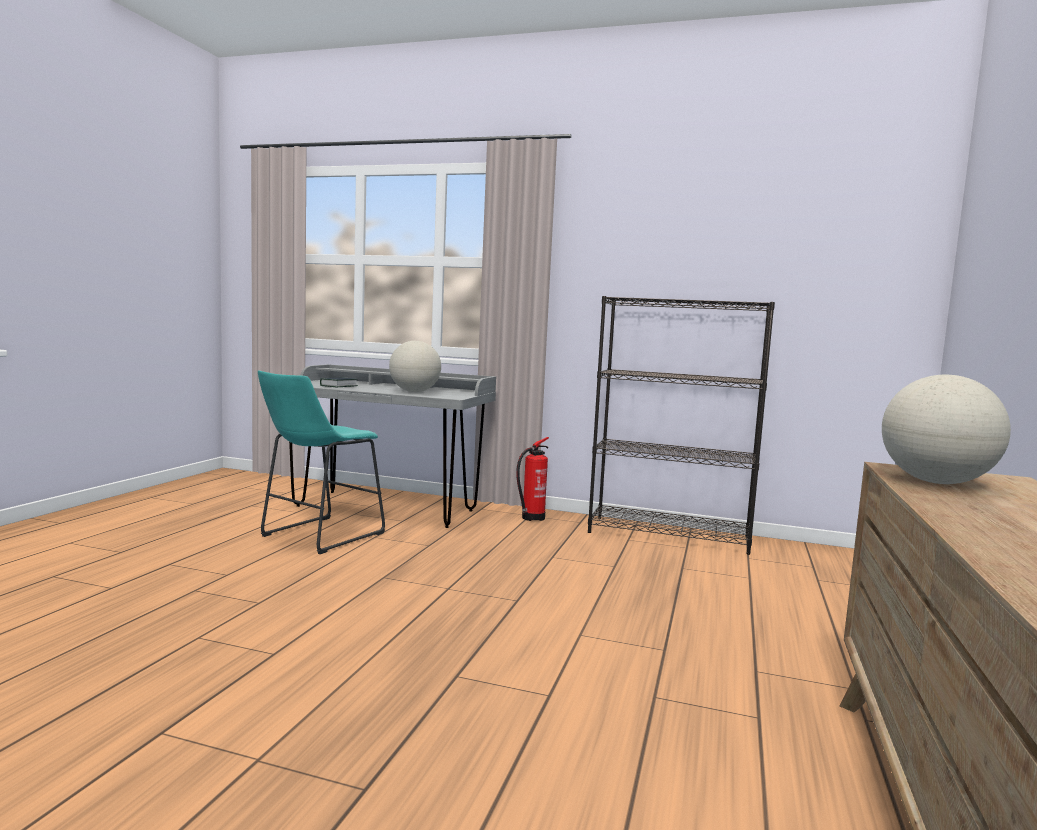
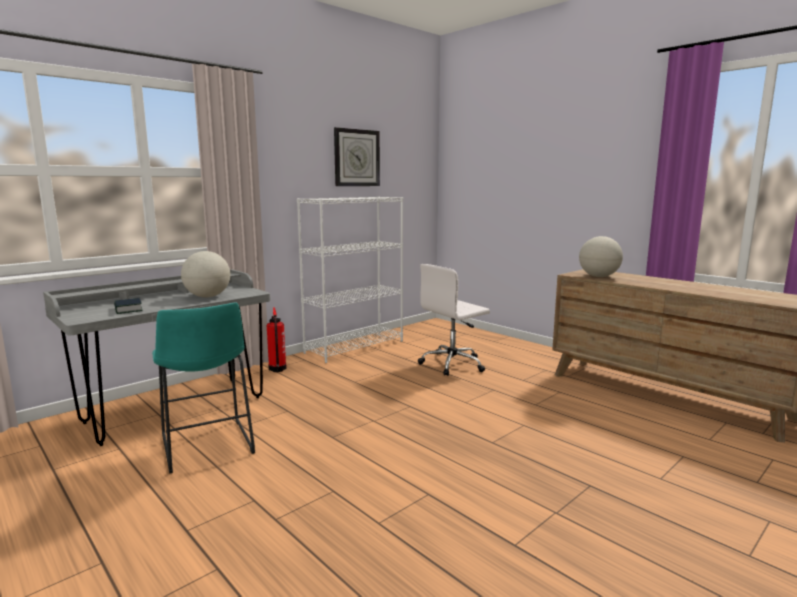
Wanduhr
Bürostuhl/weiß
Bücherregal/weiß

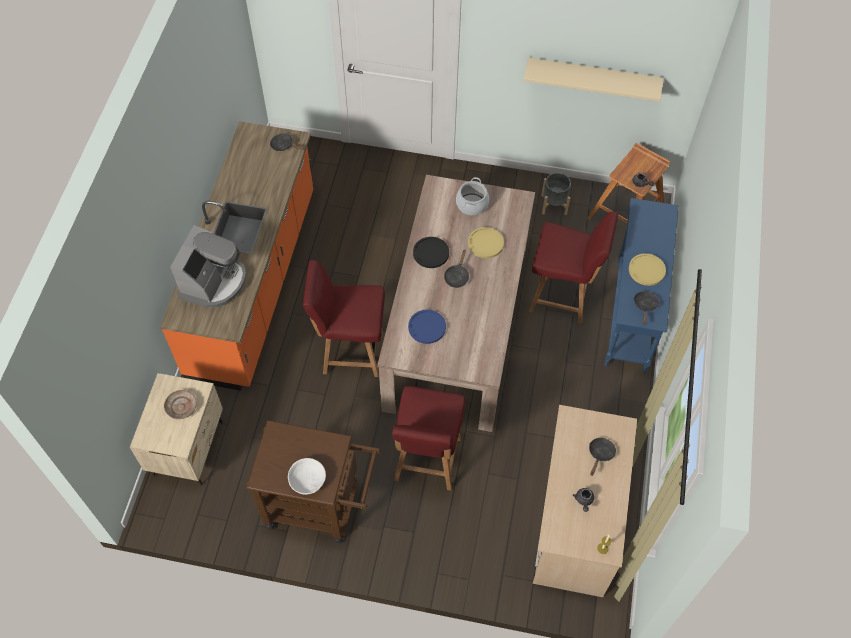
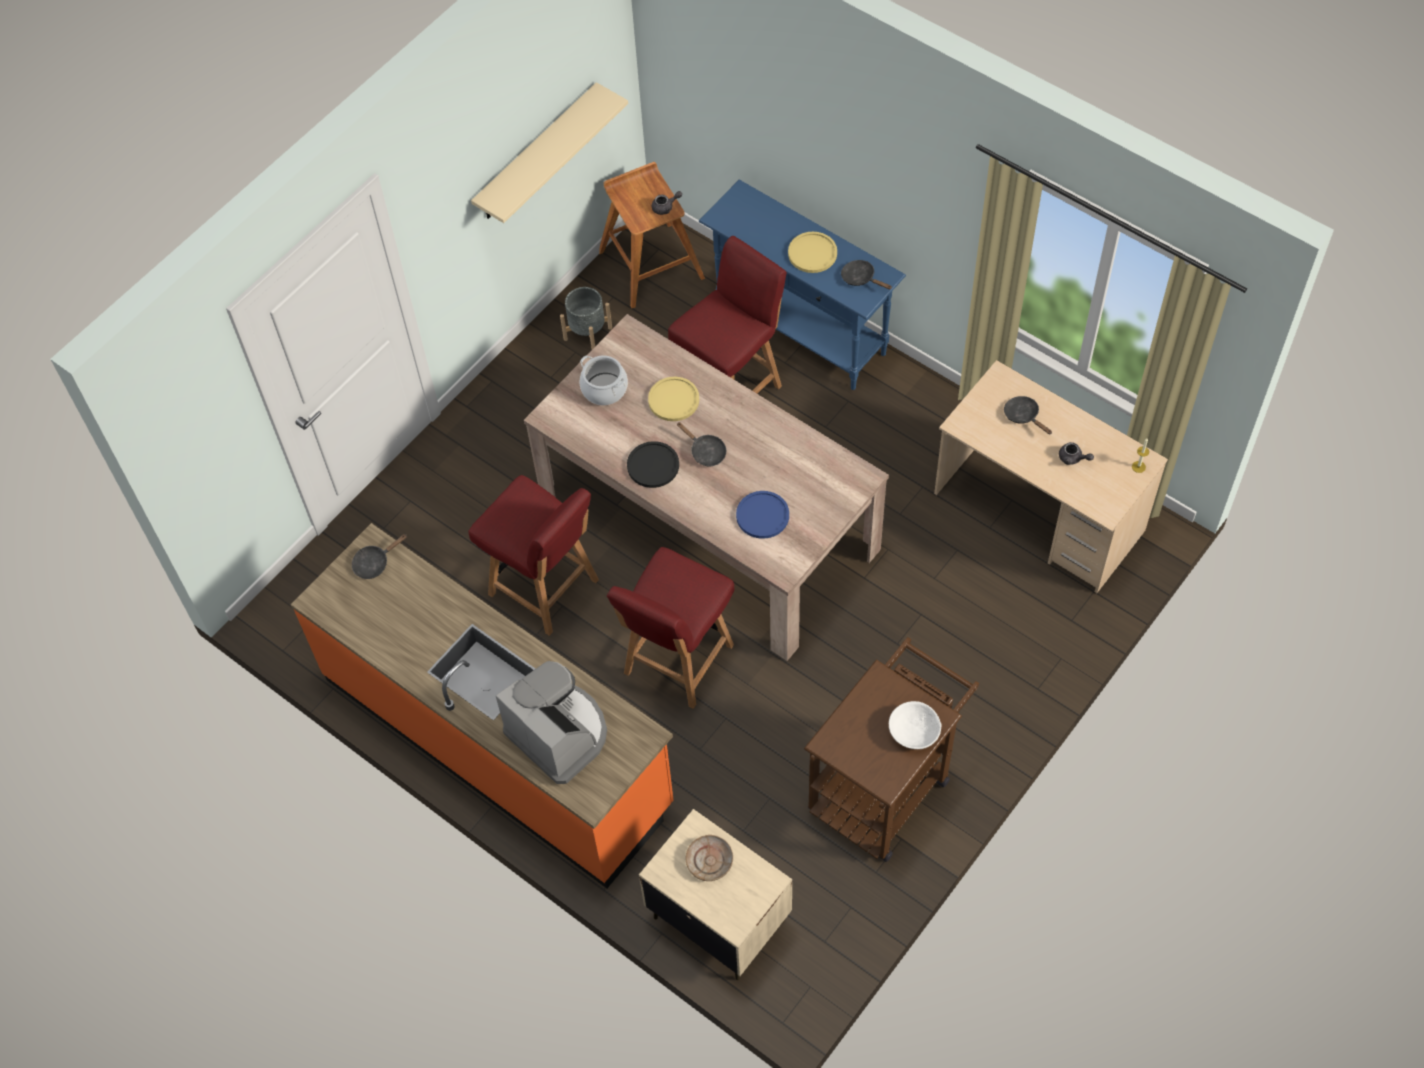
Stuhl/rot (no. 1 from left)

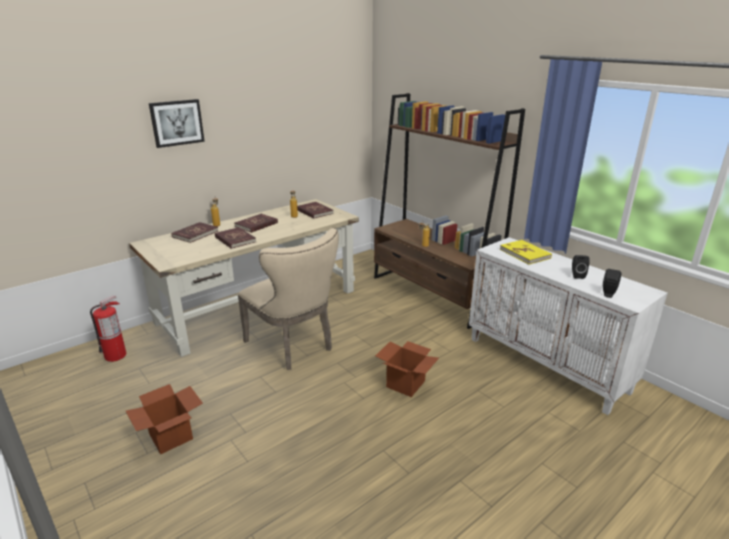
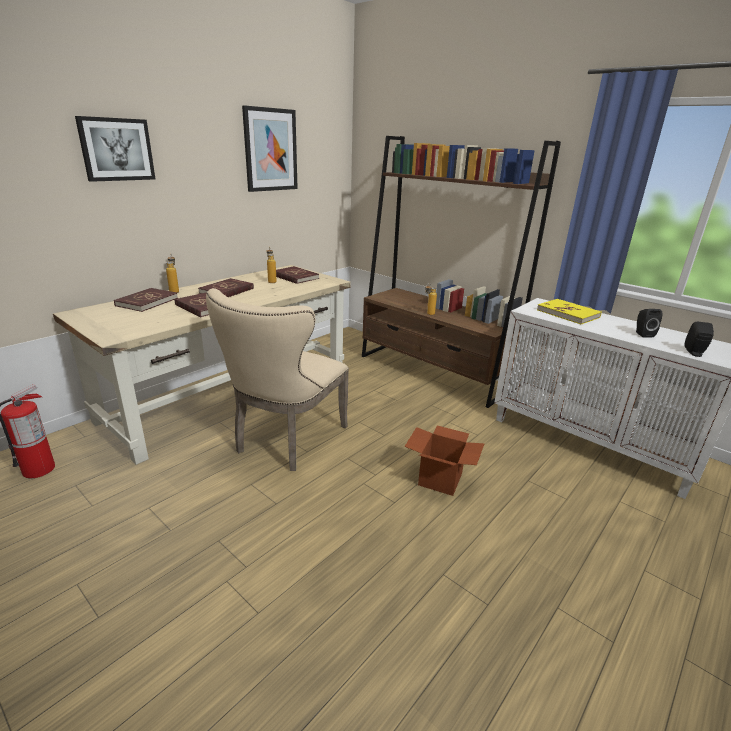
Karton (no. 1 from left in the first image)
Bild (no. 2 from left)
Stuhl/beige

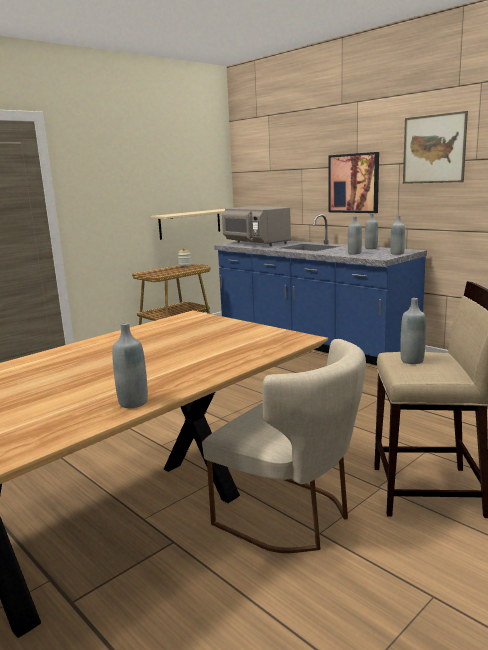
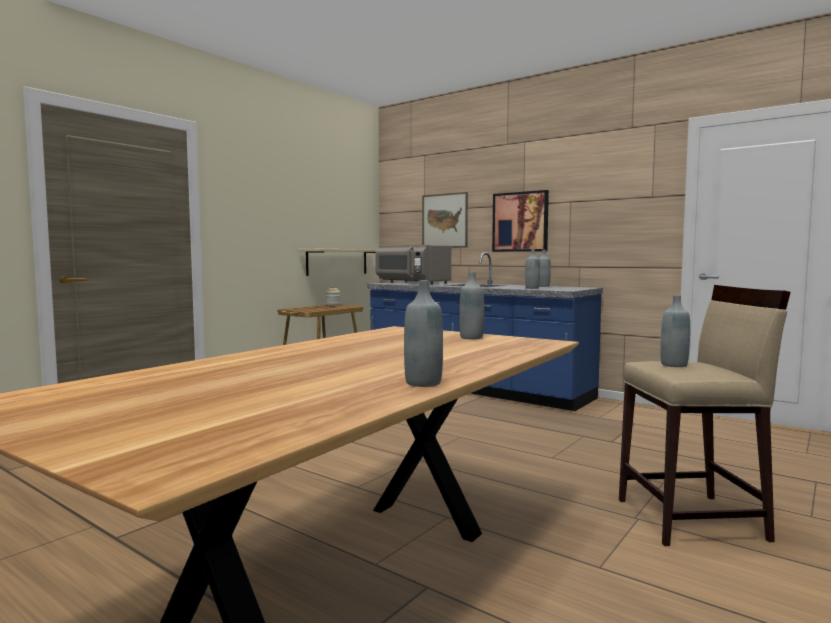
Stuhl/beige
Flasche/grau (no. 2 from left)
Bild (no. 1 from left)

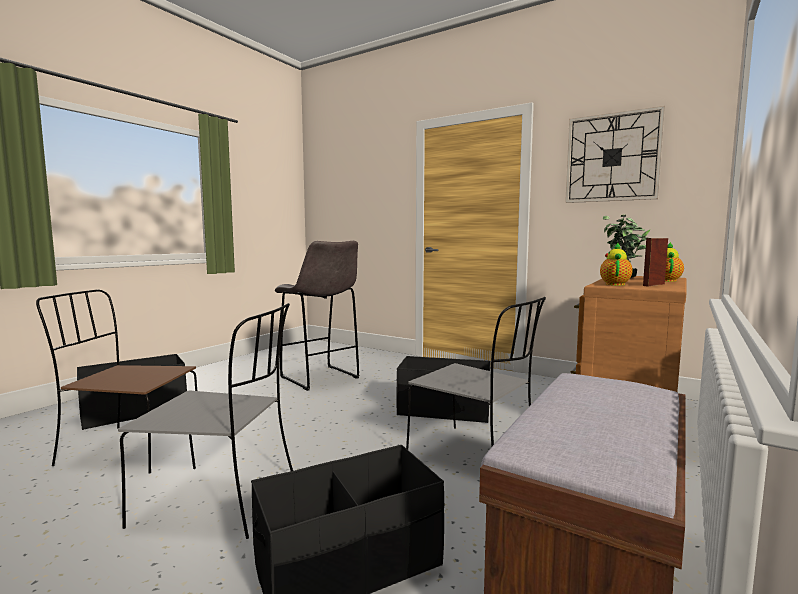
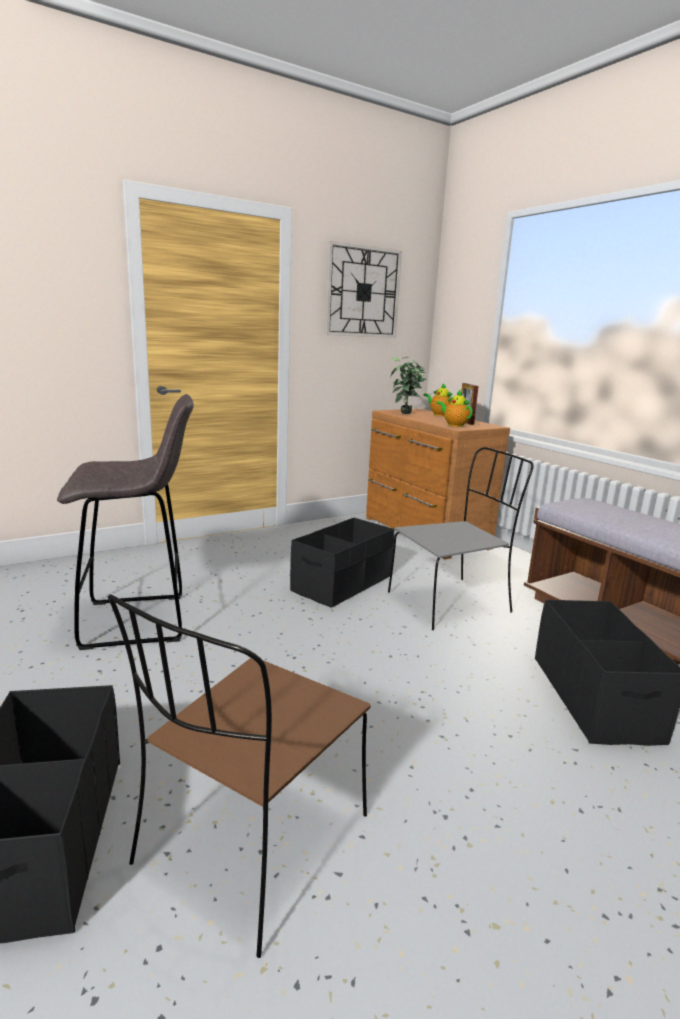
Stuhl/grau (no. 1 from left in the first image)

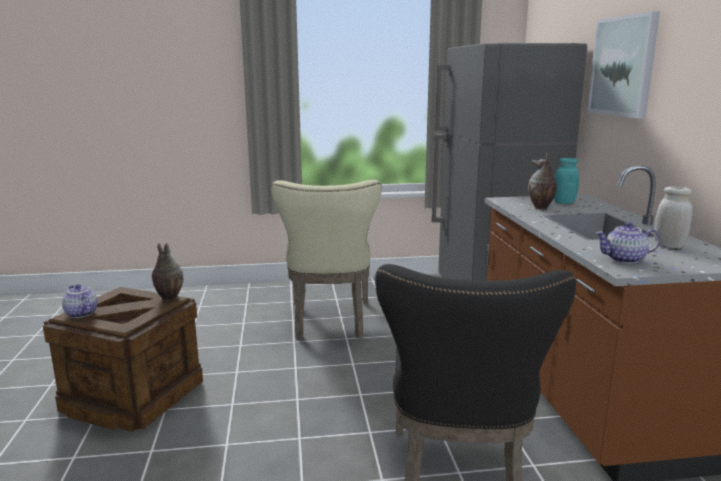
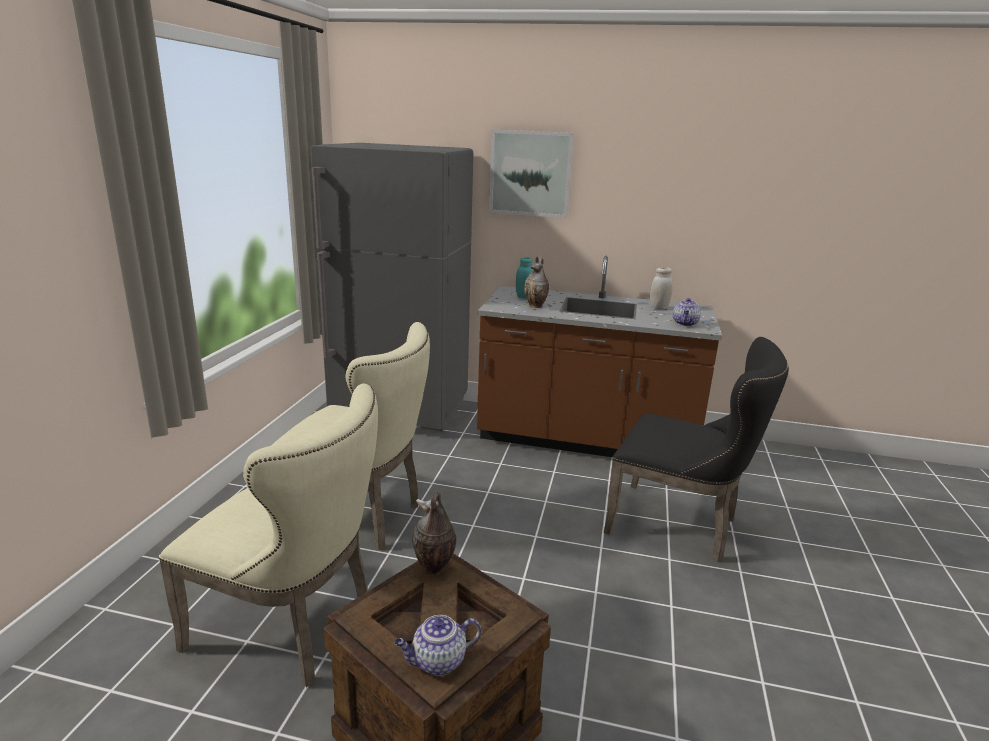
Stuhl/beige (no. 1 from left)

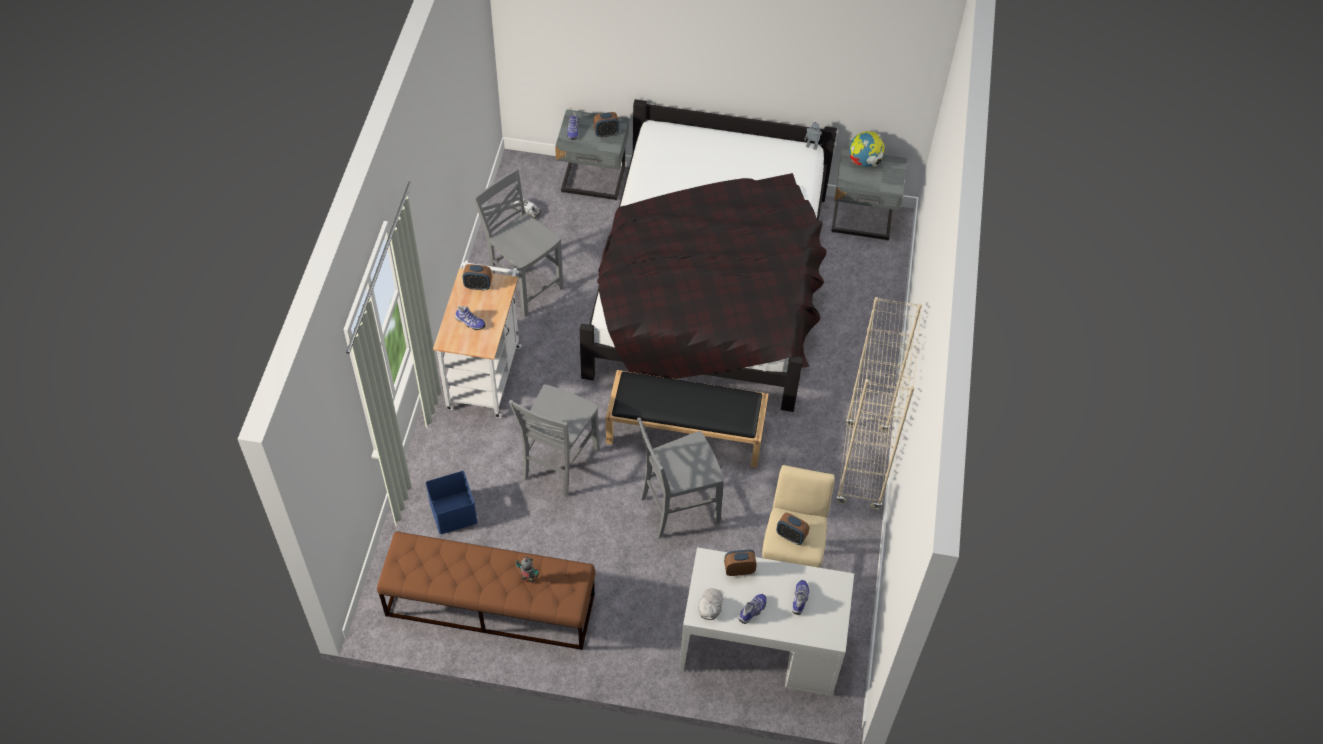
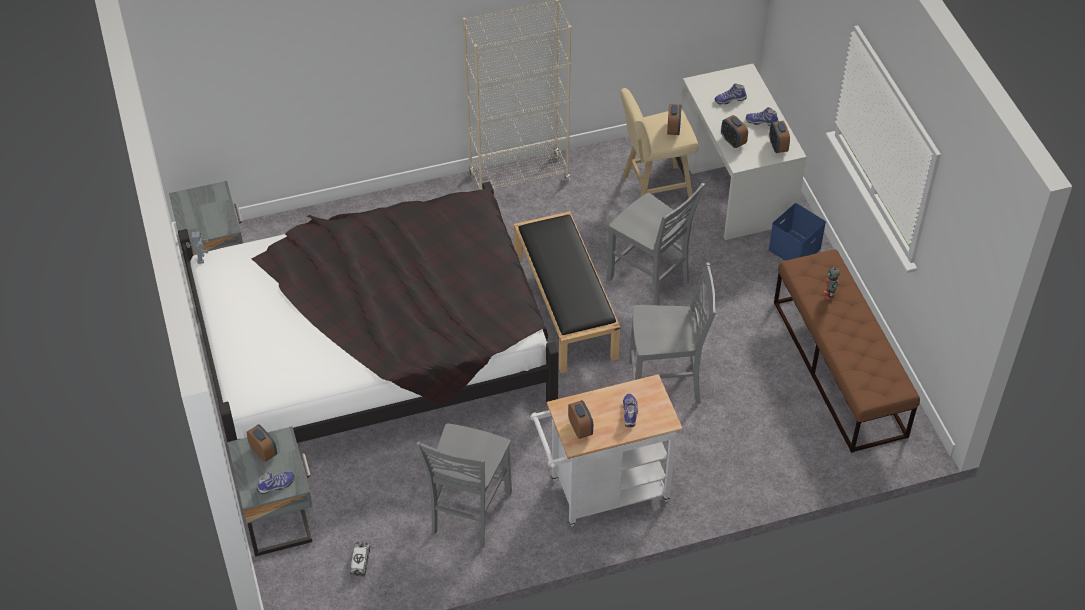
Globus
Aufbewahrungsbox/blau
Wecker (no. 5 from left)

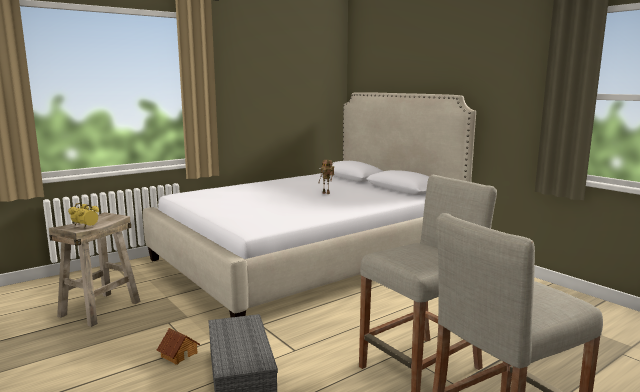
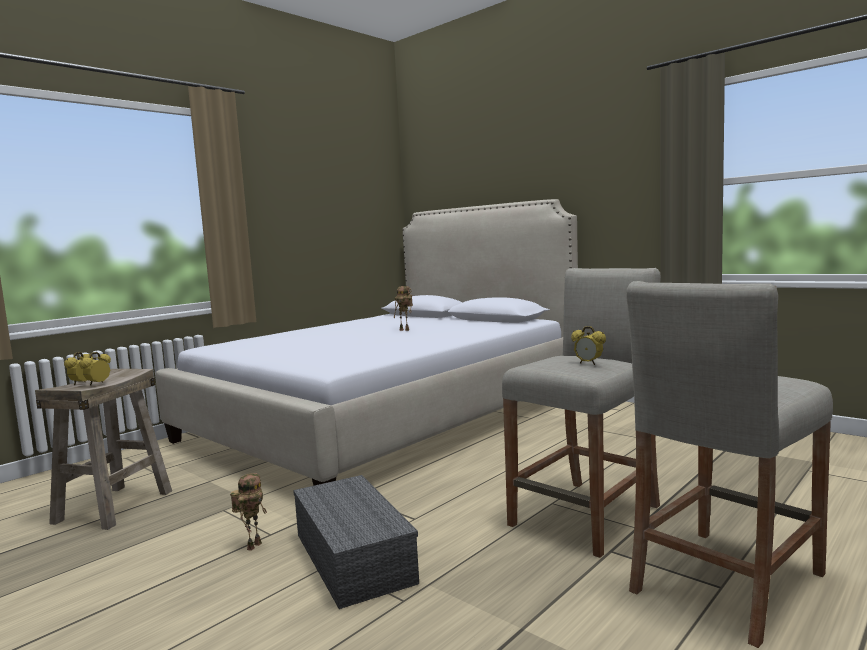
Wecker (no. 3 from left)
Spielzeugroboter (no. 1 from left)

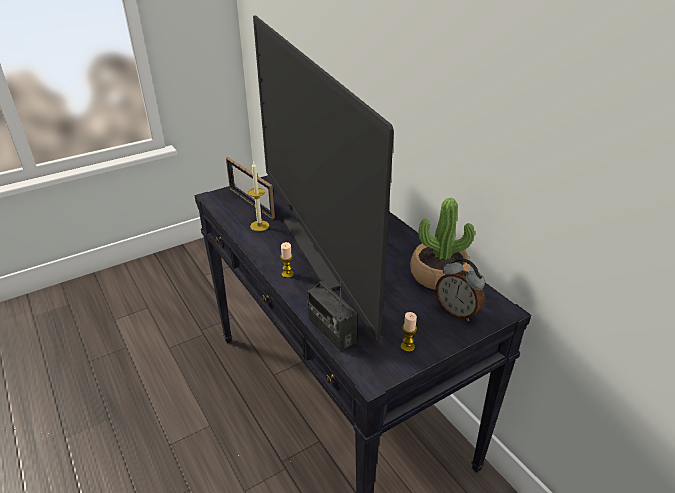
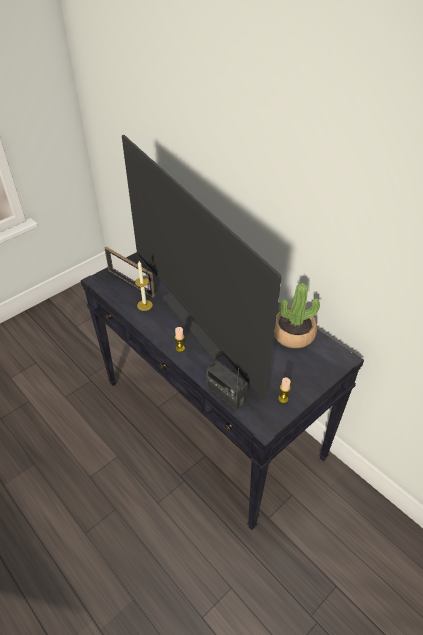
Wecker

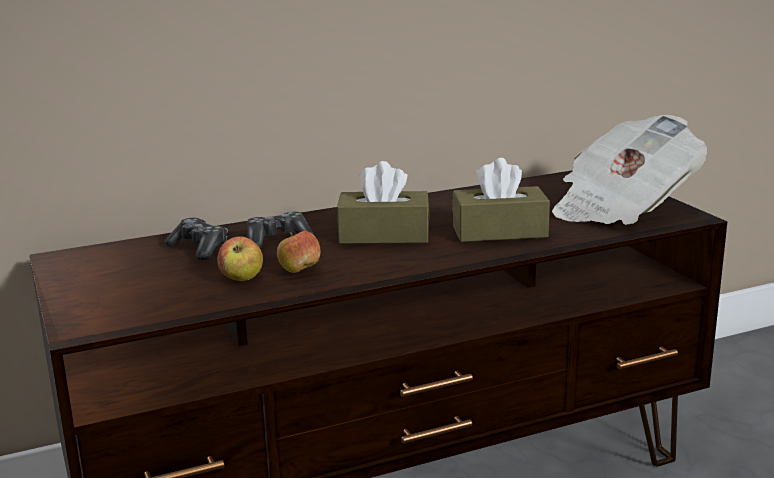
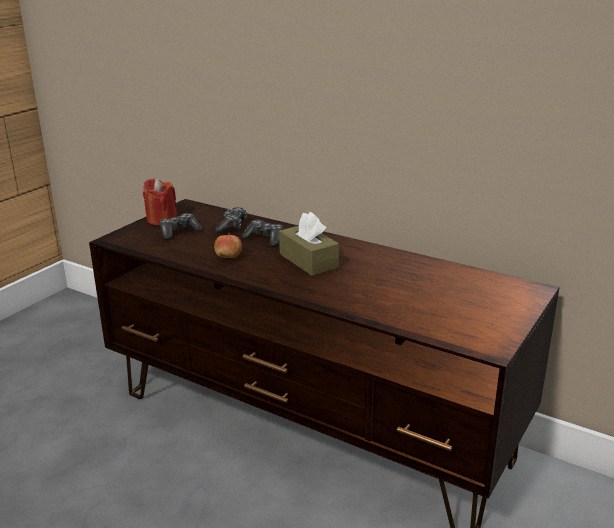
Apfel (no. 1 from left in the first image)
Taschentuchbox/braun (no. 2 from left in the first image)
Zeitung
Kerze/rot
Gamepad (no. 1 from left)

